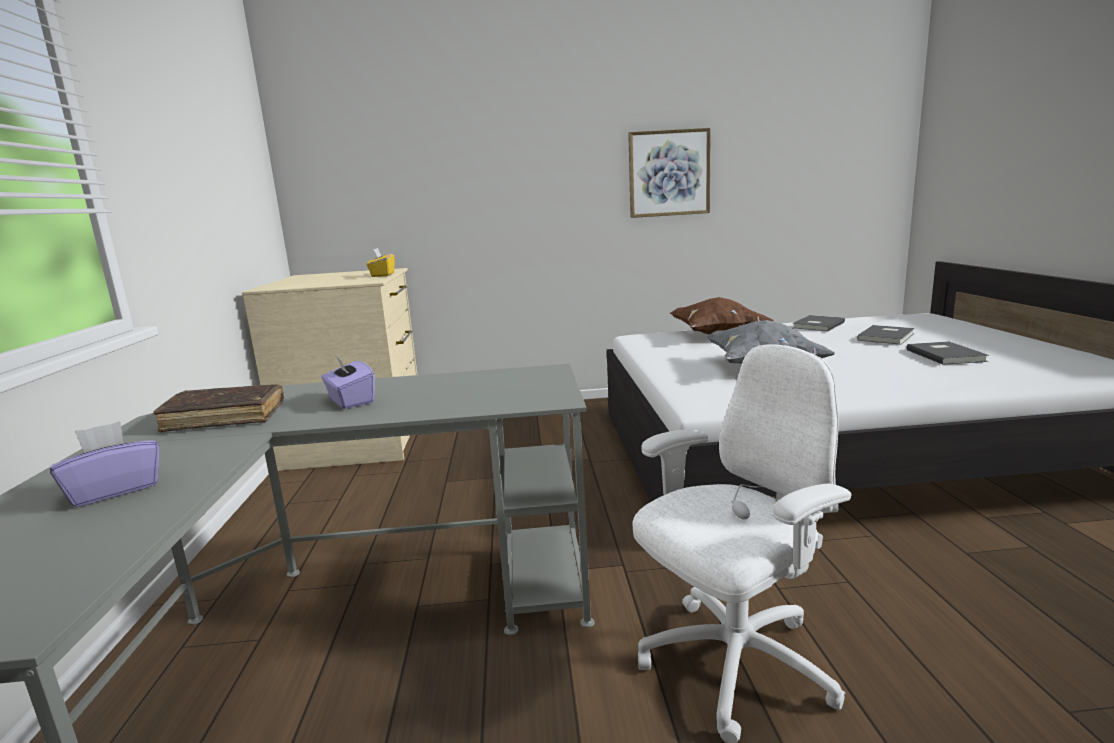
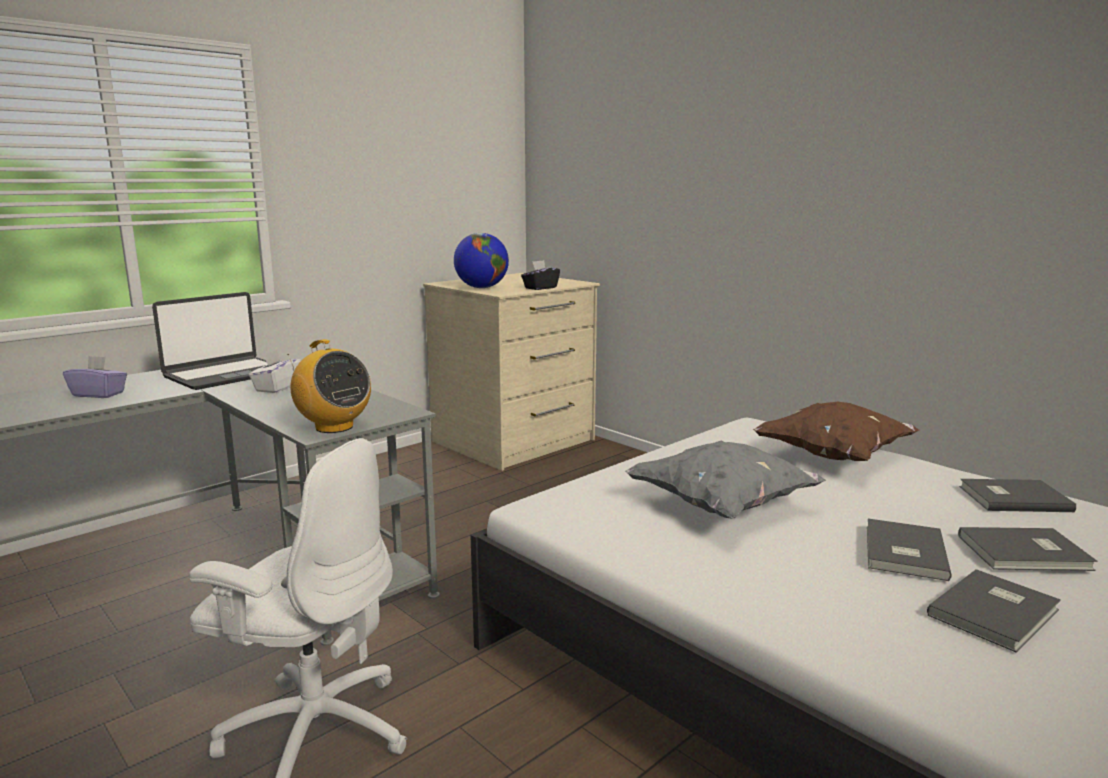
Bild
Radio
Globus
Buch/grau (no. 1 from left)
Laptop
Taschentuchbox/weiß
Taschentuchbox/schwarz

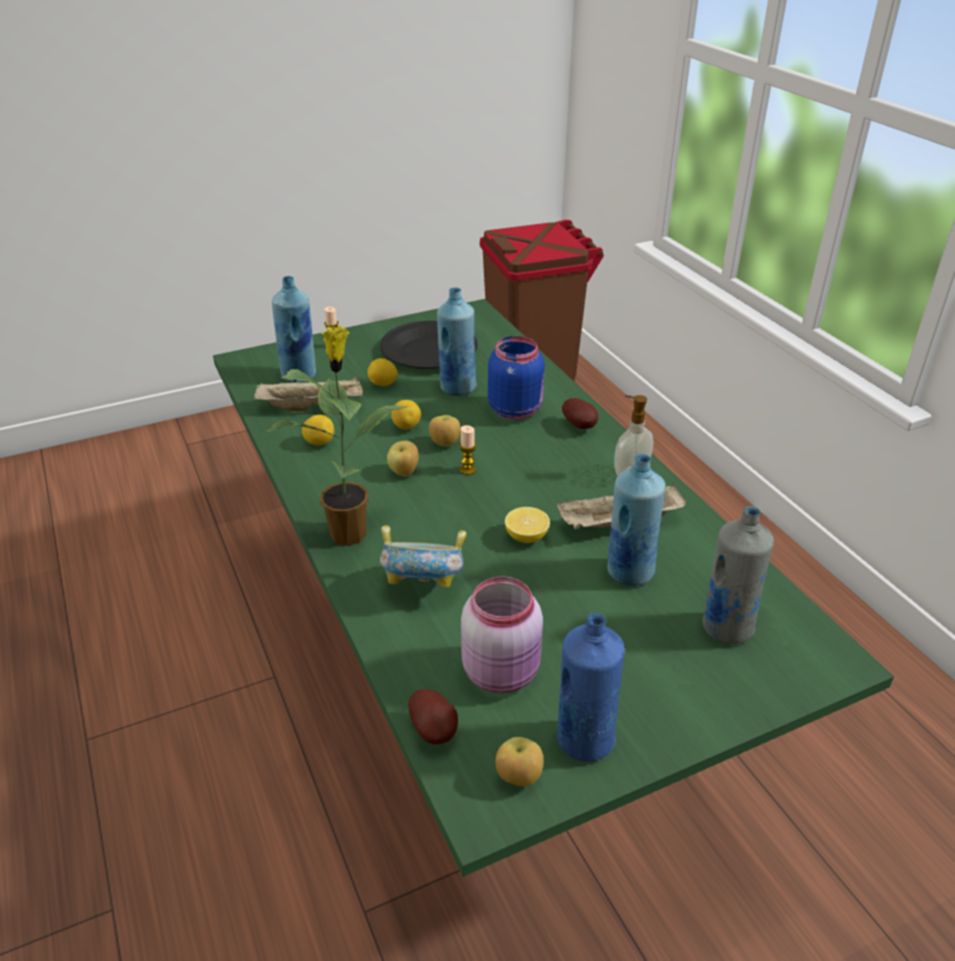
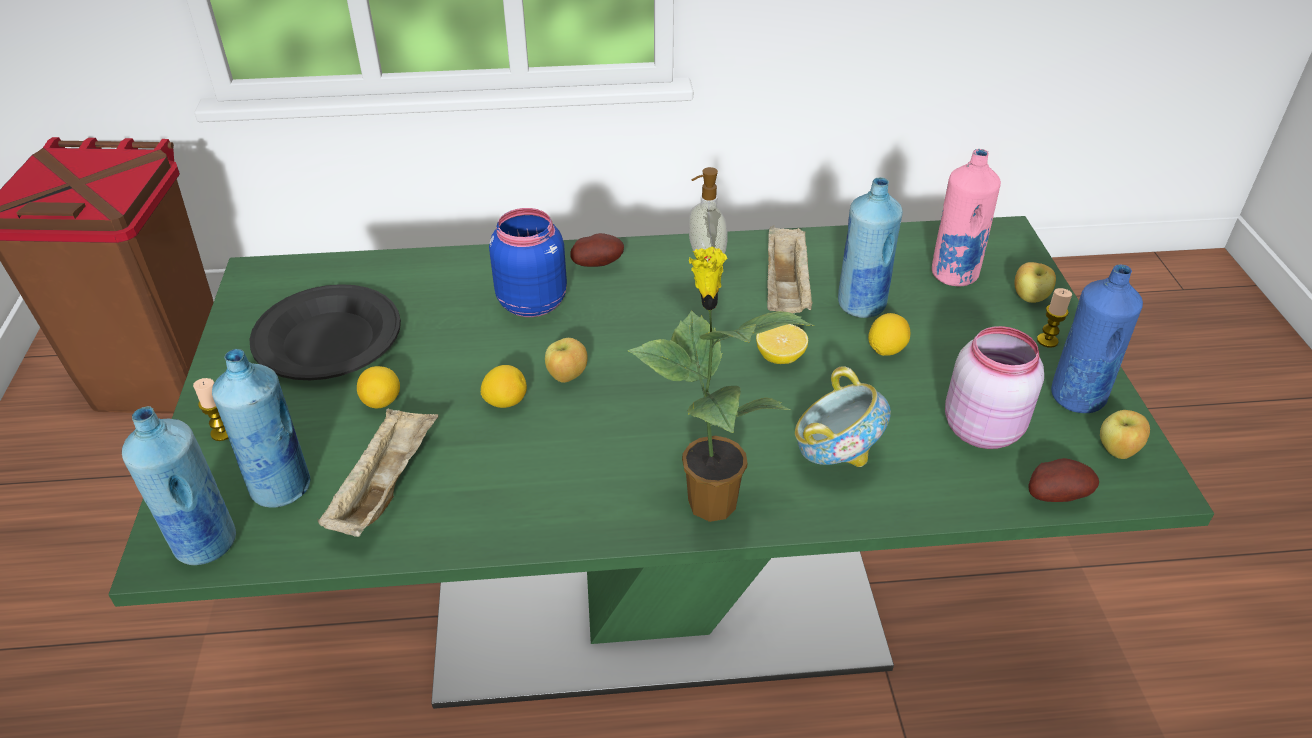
Zitrone (no. 4 from left)
Apfel (no. 2 from left)
Flasche/blau (no. 1 from left)
Kerze (no. 2 from left)
Flasche/rosa

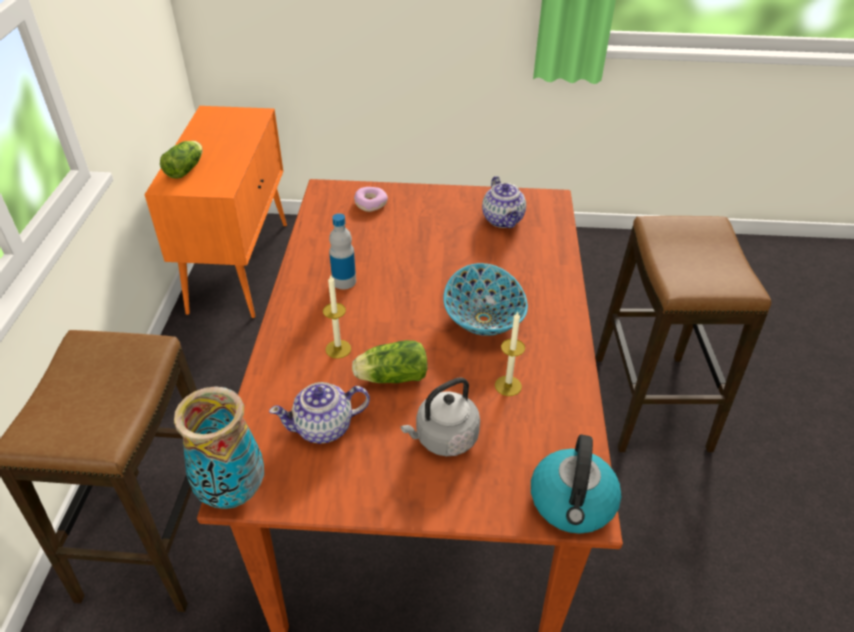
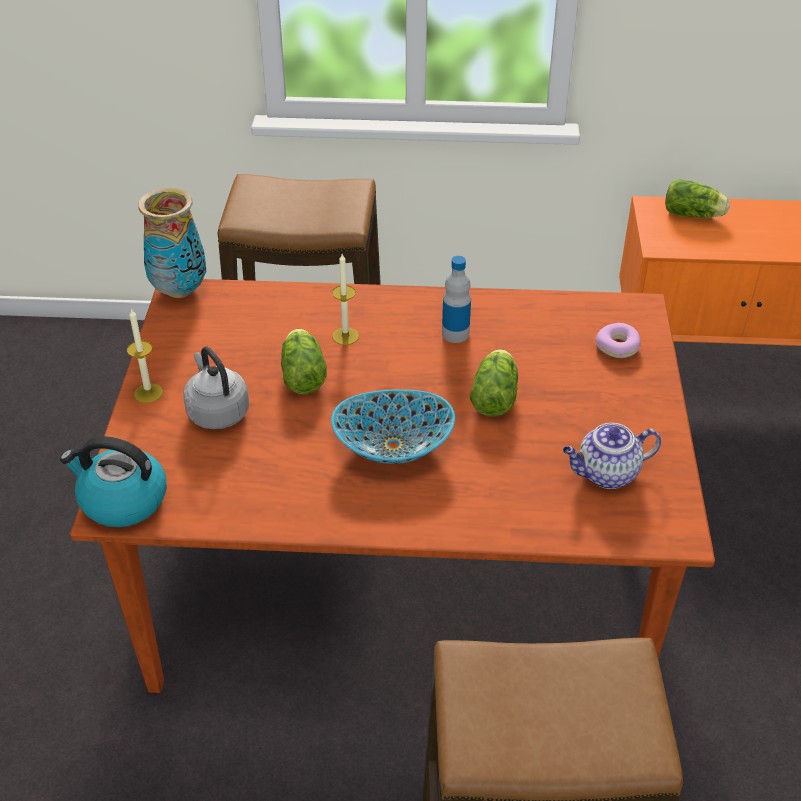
Teekanne (no. 1 from left in the first image)
Salatkopf (no. 2 from left)
Kerze (no. 1 from left)

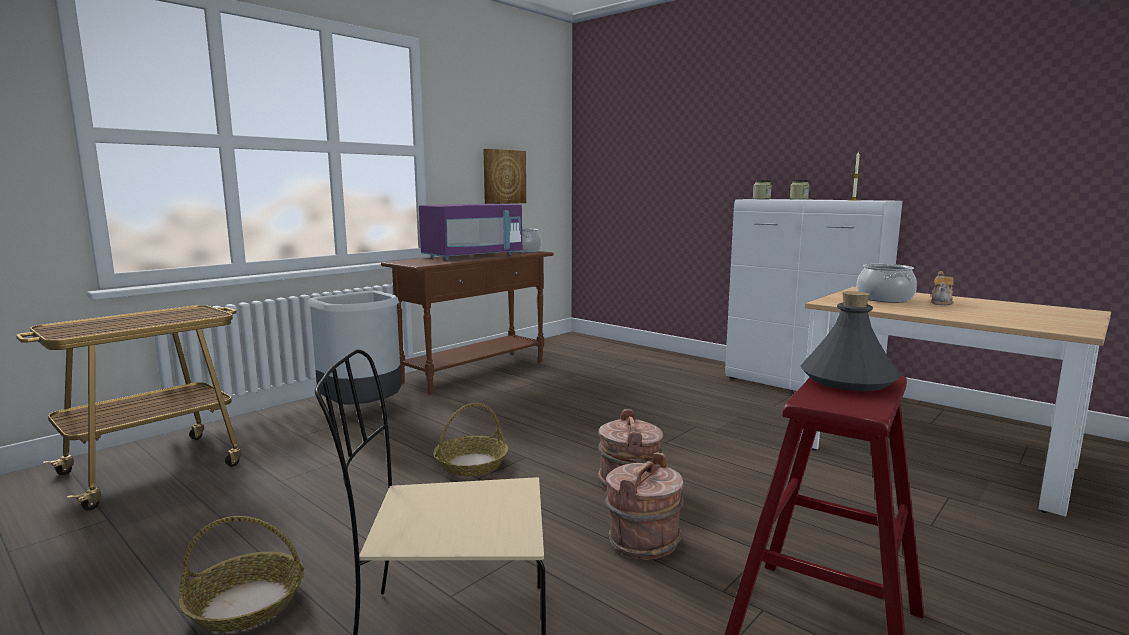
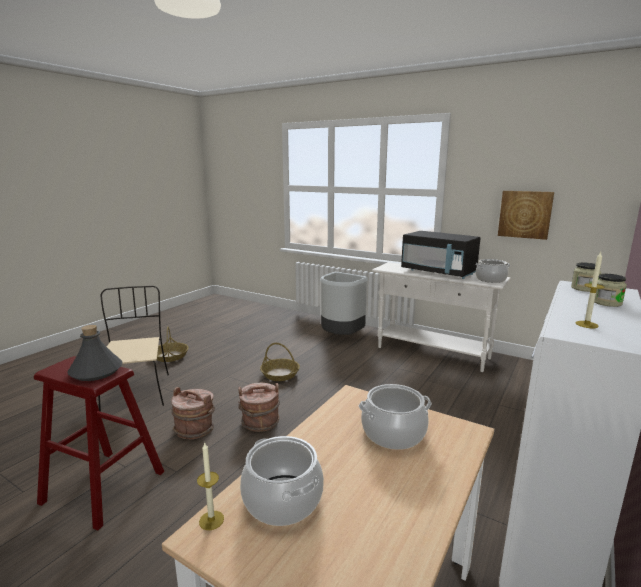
Rollwagen
Teekanne
Kerze (no. 1 from left)
Kochtopf (no. 1 from left)
Konsolentisch/weiß
Mikrowelle/schwarz

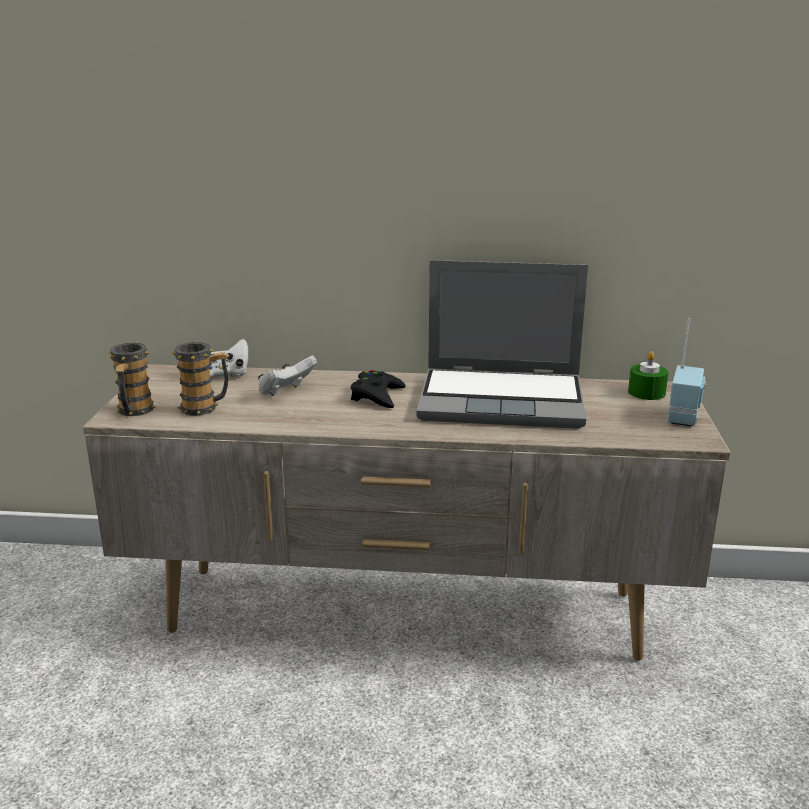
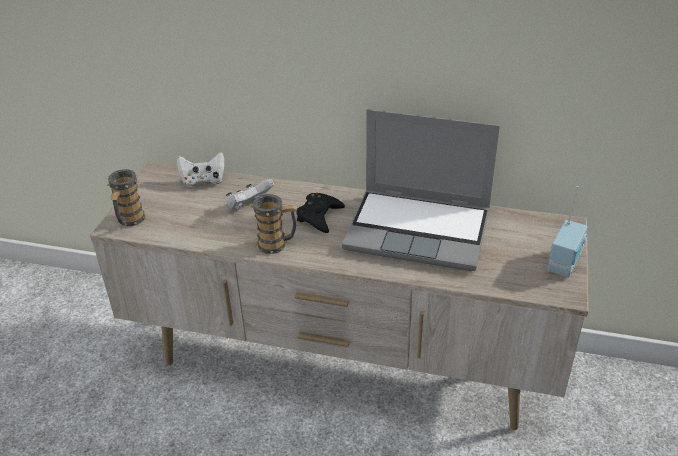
Kerze/grün
Henkelbecher (no. 2 from left)

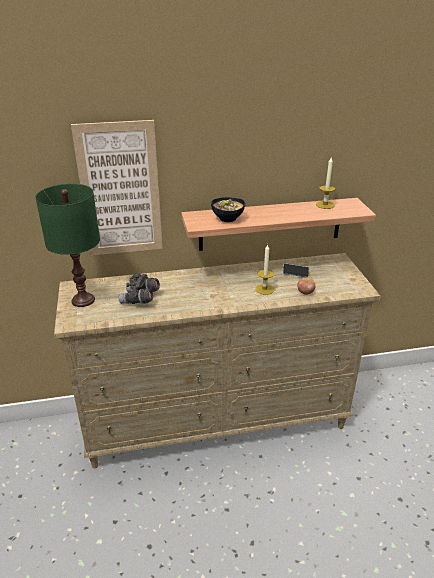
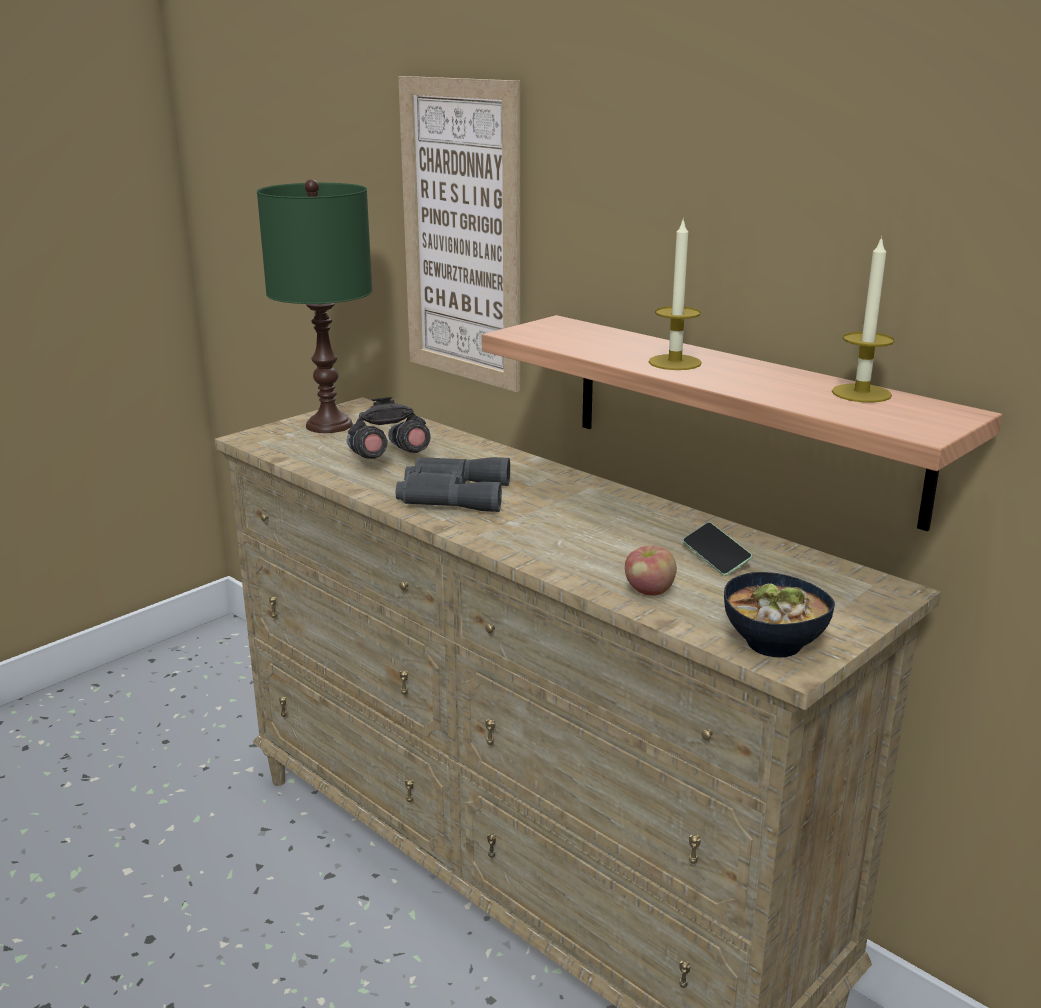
Fernglas/grau (no. 2 from left)
Schüssel
Kerze (no. 1 from left)

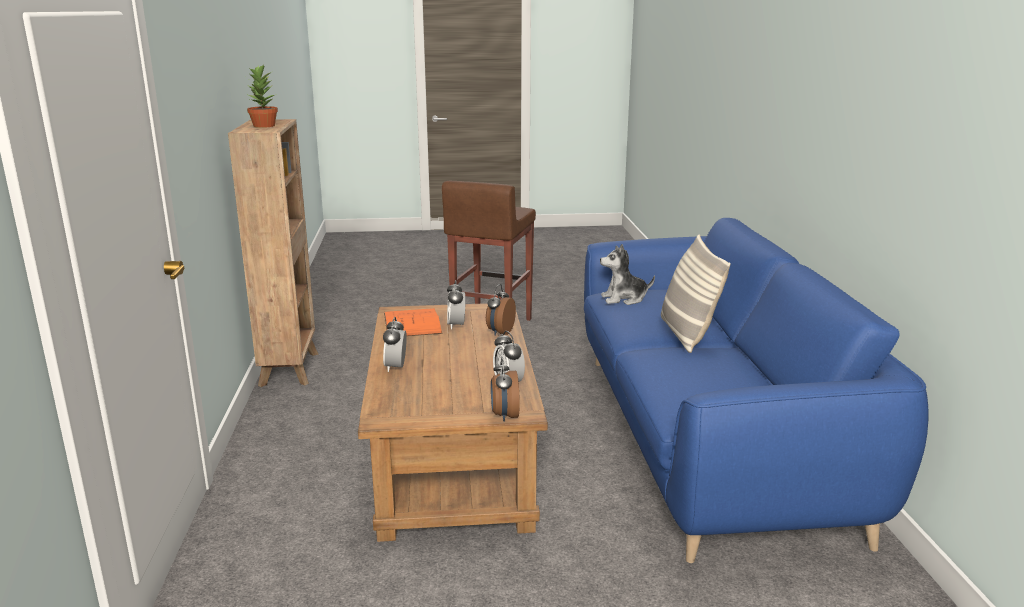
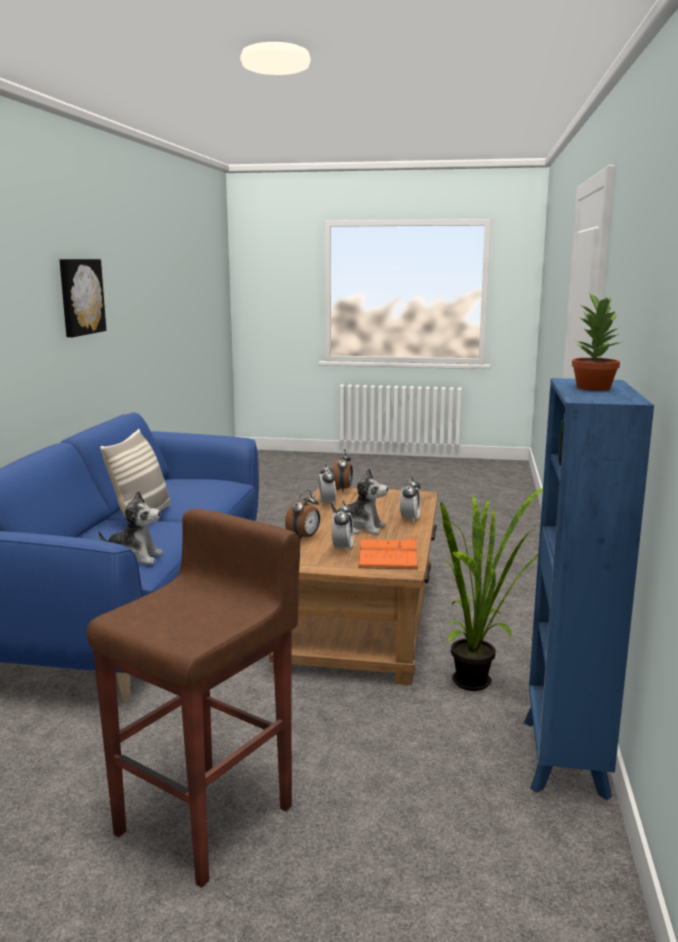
Bild
Plüschtier (no. 2 from left)
Topfpflanze (no. 1 from left)
Bücherregal/blau

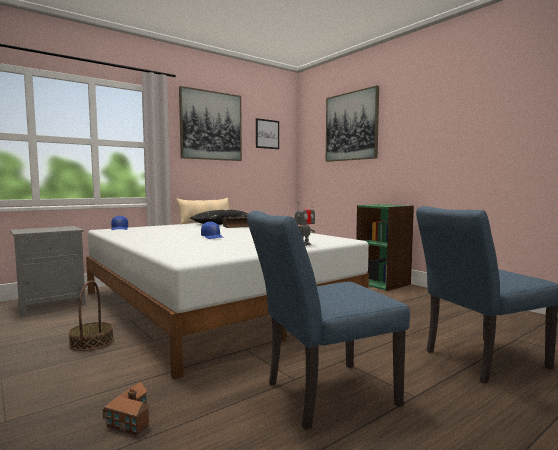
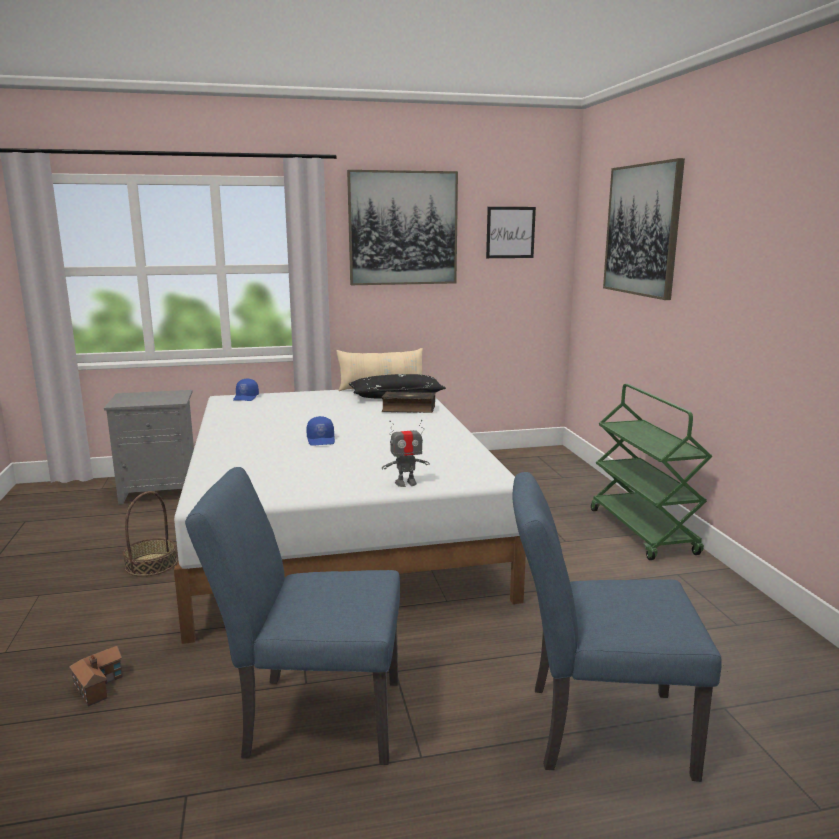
Rollwagen/grün

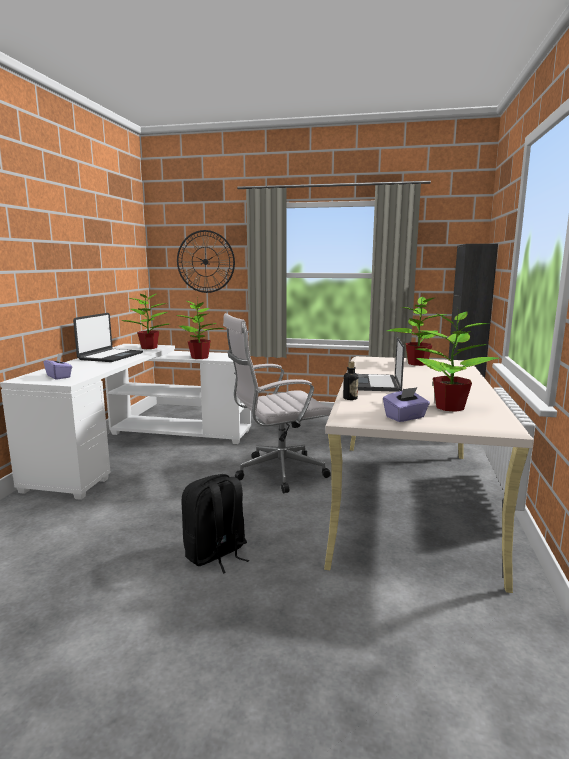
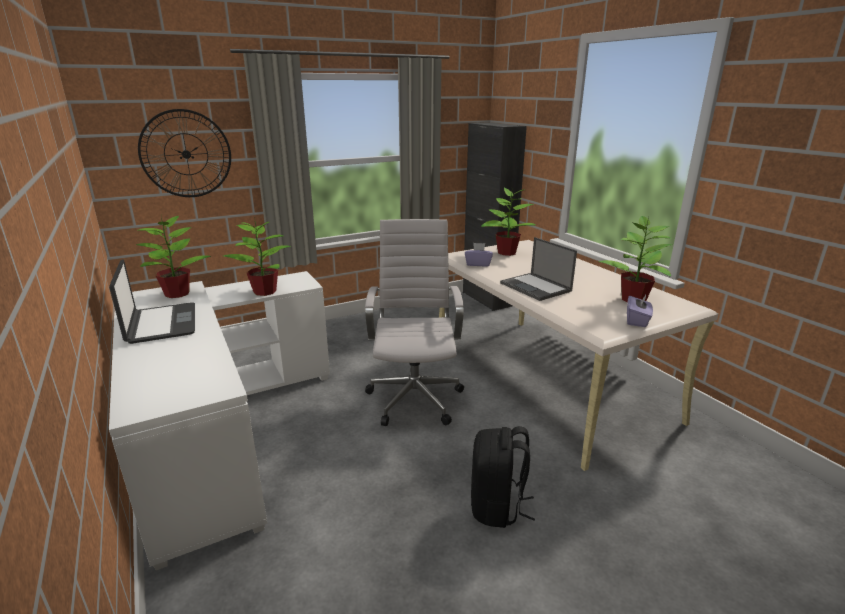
Flasche
Taschentuchbox/lila (no. 1 from left)
Bürostuhl/weiß

